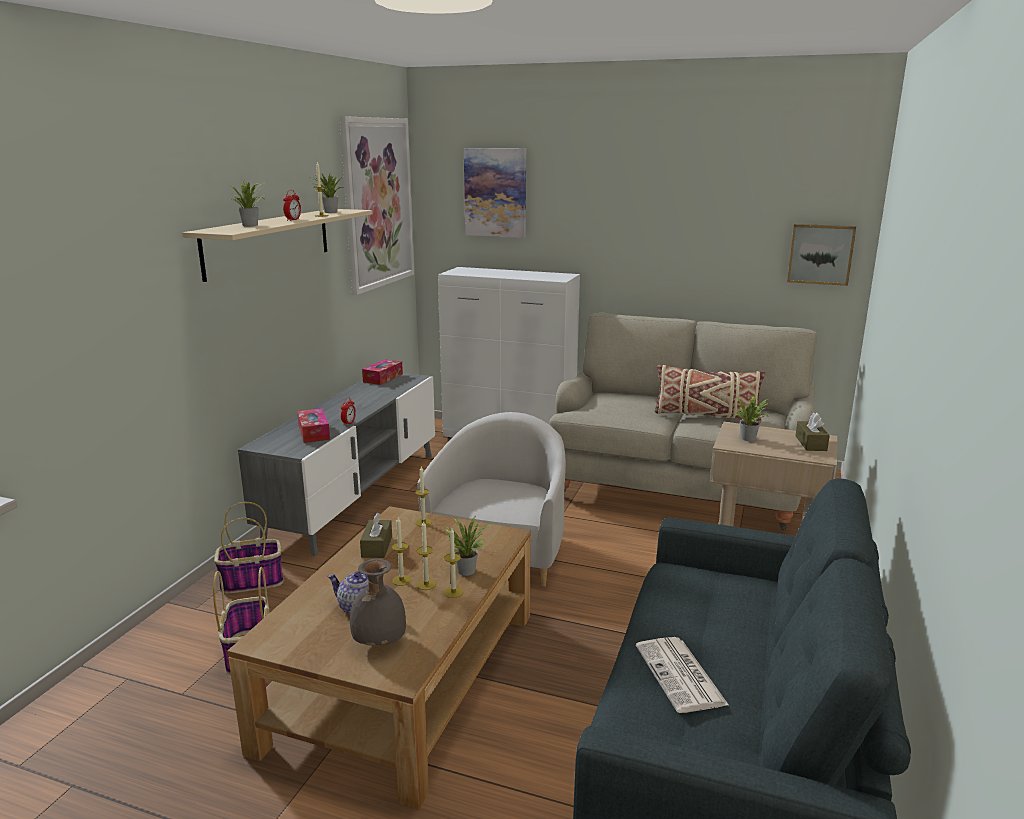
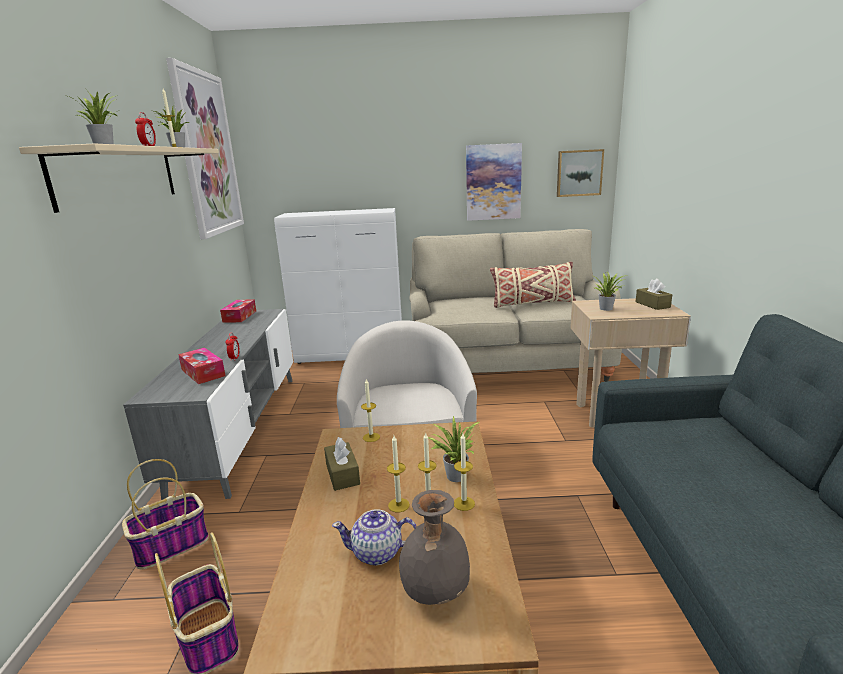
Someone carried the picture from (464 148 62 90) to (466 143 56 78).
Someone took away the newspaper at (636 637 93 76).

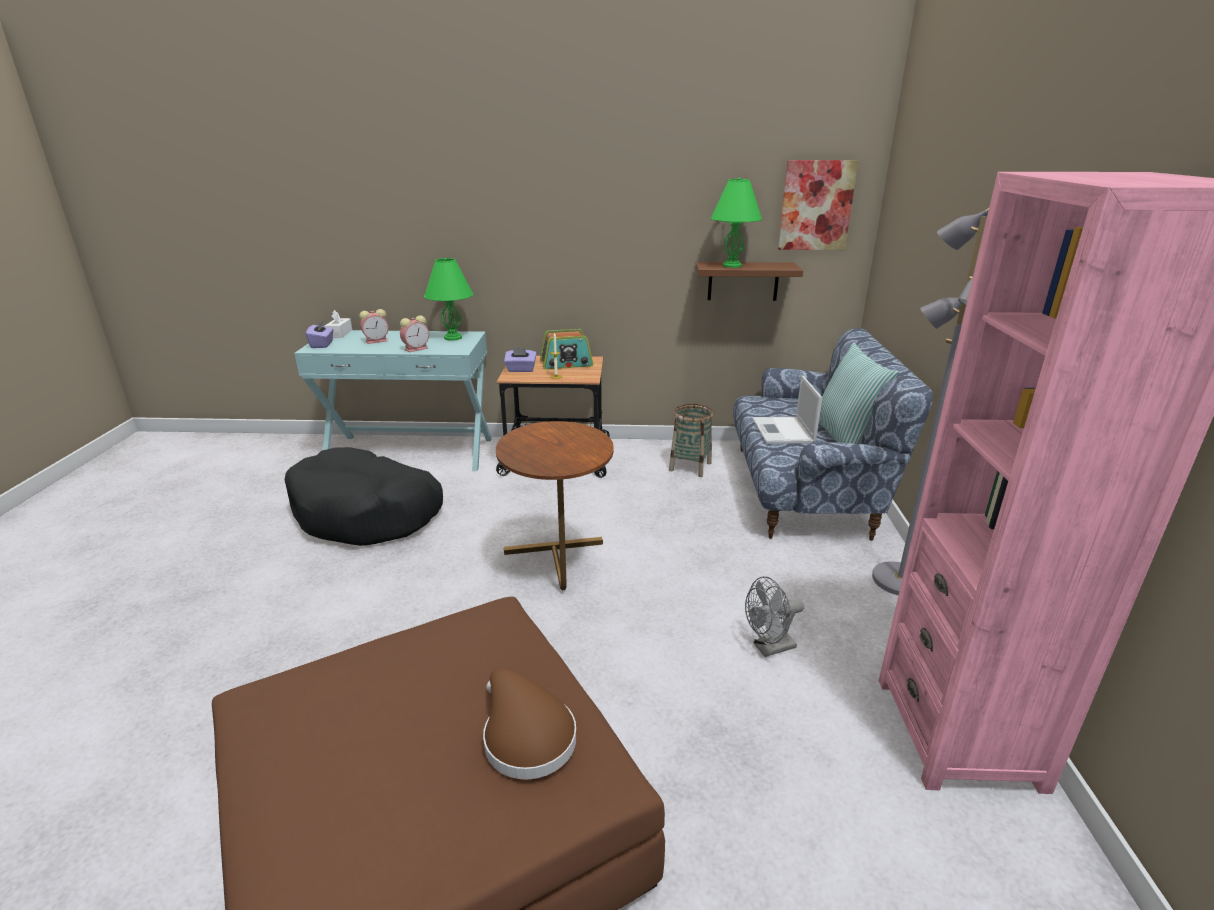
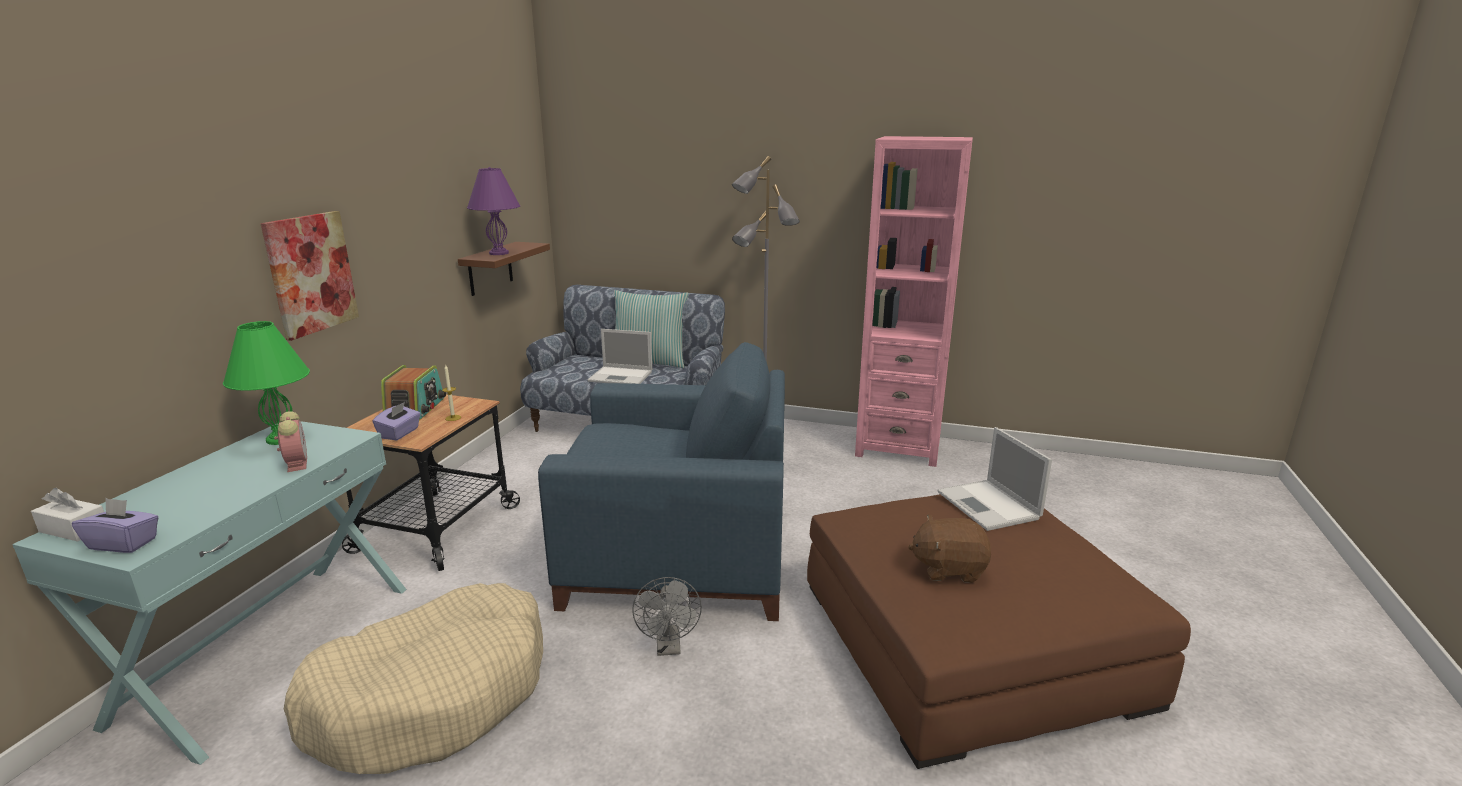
Someone repainted the black dog bed at (284 447 159 99), which became the beige dog bed at (284 583 259 191).
Someone took away the alarm clock at (359 309 30 35).
Someone swapped the brown hat at (483 668 94 111) for the laptop at (938 427 114 104).
Someone swapped the brown side table at (496 421 118 169) for the blue armchair at (538 342 247 279).
Someone took away the basket at (669 404 44 73).
Someone repainted the green table lamp at (710 178 52 90), which became the purple table lamp at (467 167 53 88).
Someone carried the grey fan from (745 576 59 81) to (632 577 70 79).
Someone carried the picture from (778 160 80 90) to (261 211 98 130).
Someone put down the brown plush toy at (908 514 83 69).

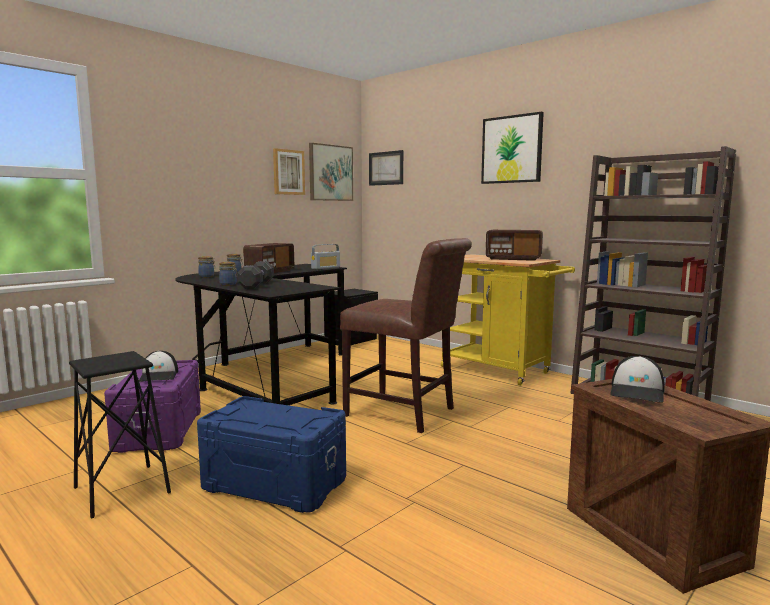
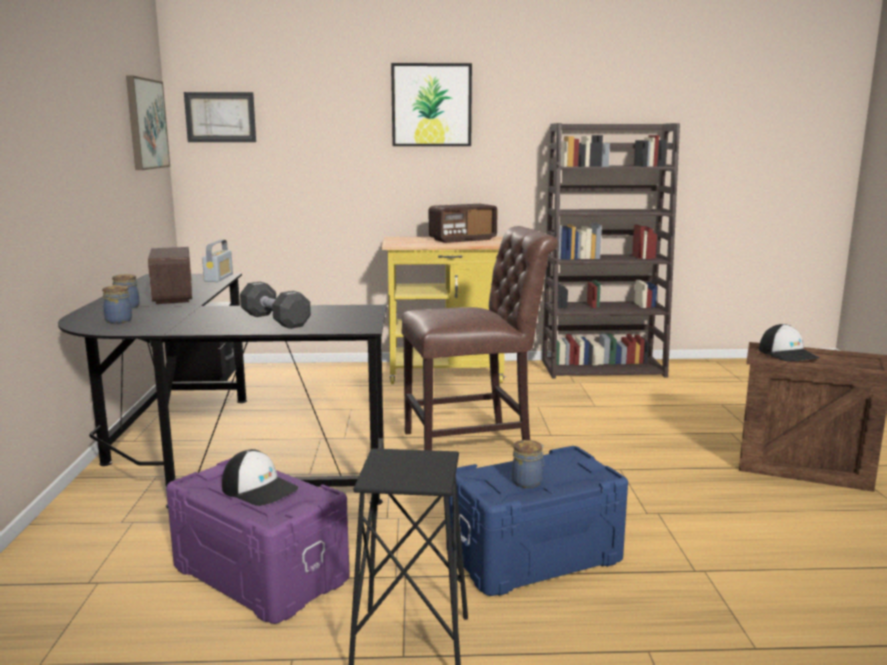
Someone carried the jar from (219 262 19 24) to (512 440 32 48).
Someone took away the picture at (273 148 32 47).

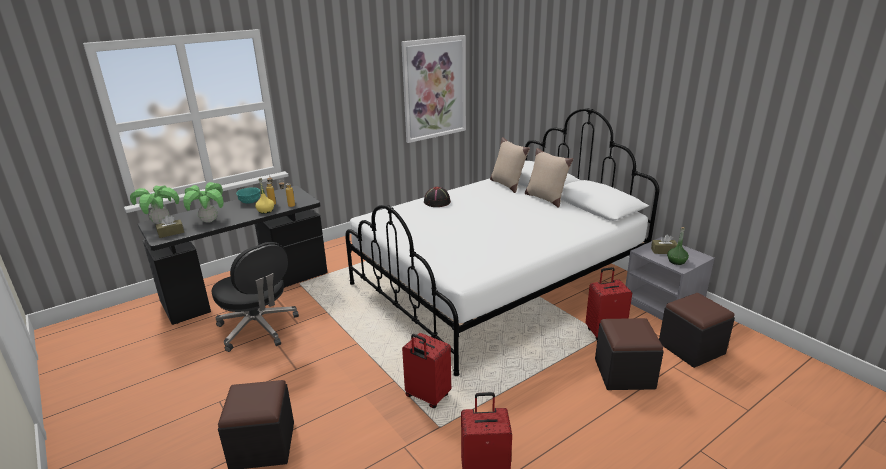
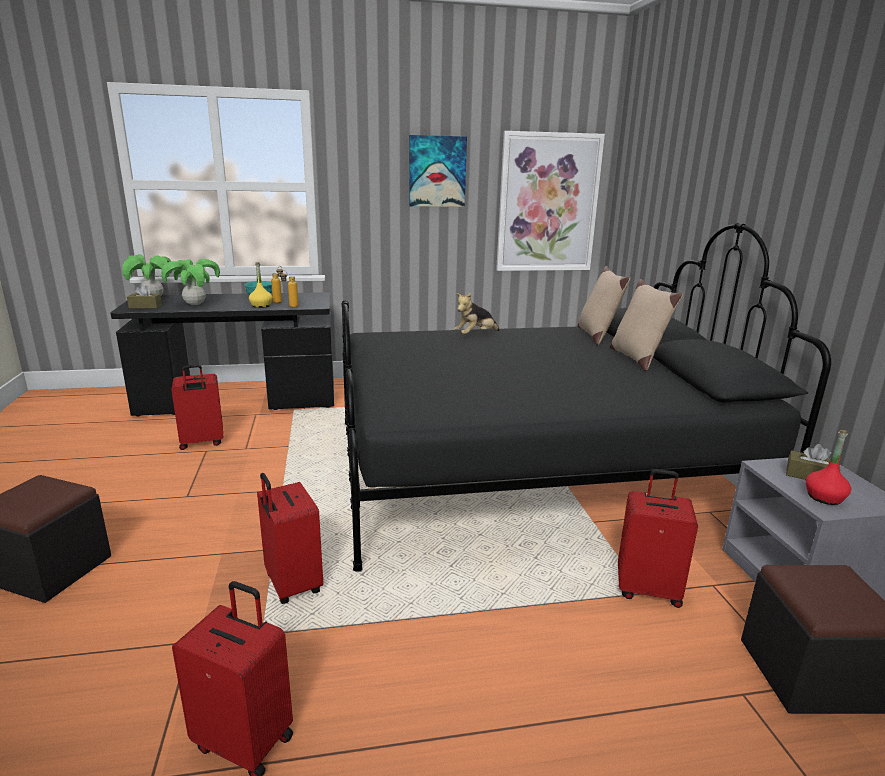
Someone swapped the black office chair at (212 242 87 110) for the red suitcase at (172 365 51 85).
Someone repainted the white bed at (345 108 314 268), which became the black bed at (341 223 490 349).
Someone swapped the black hat at (424 187 27 20) for the plush toy at (454 293 46 41).
Someone took away the black ottoman at (595 318 69 72).
Someone repainted the green bottle at (667 227 22 38), which became the red bottle at (805 430 46 75).
Someone put up the picture at (409 135 58 72).

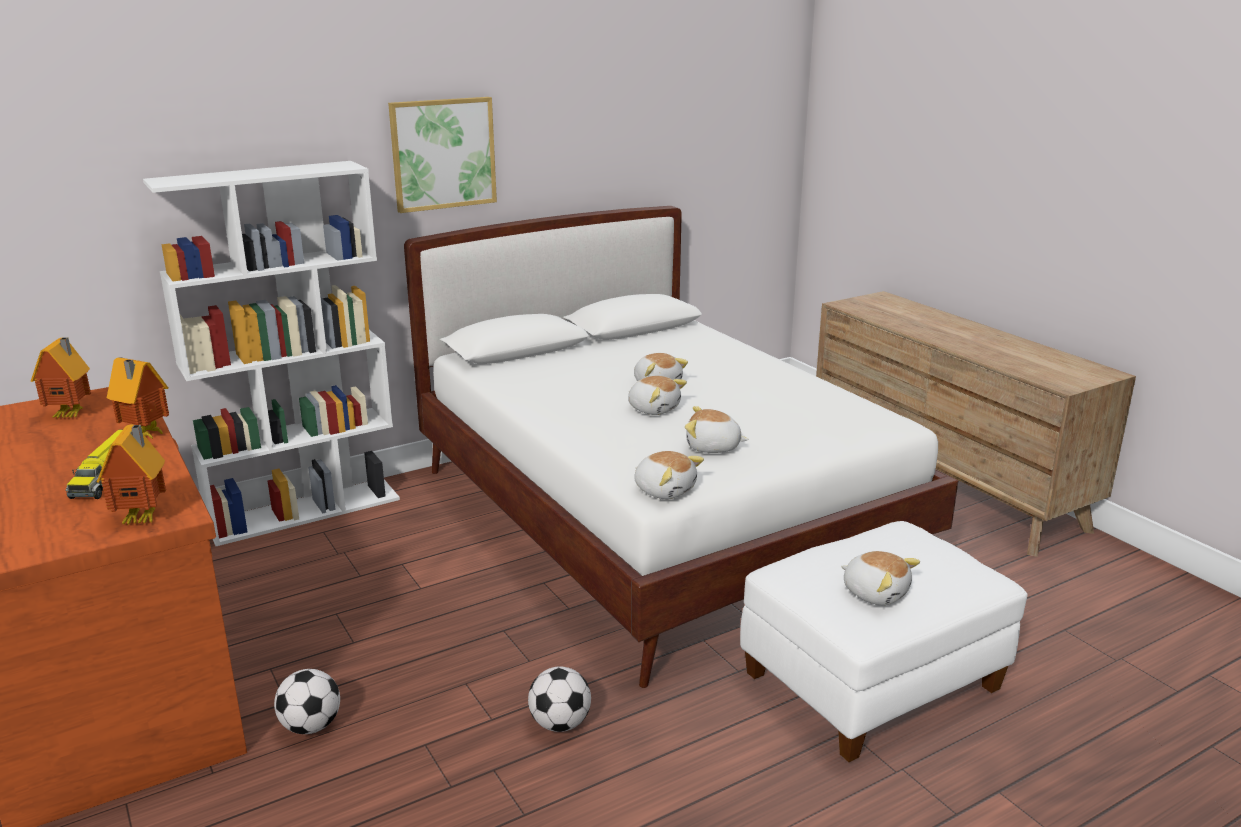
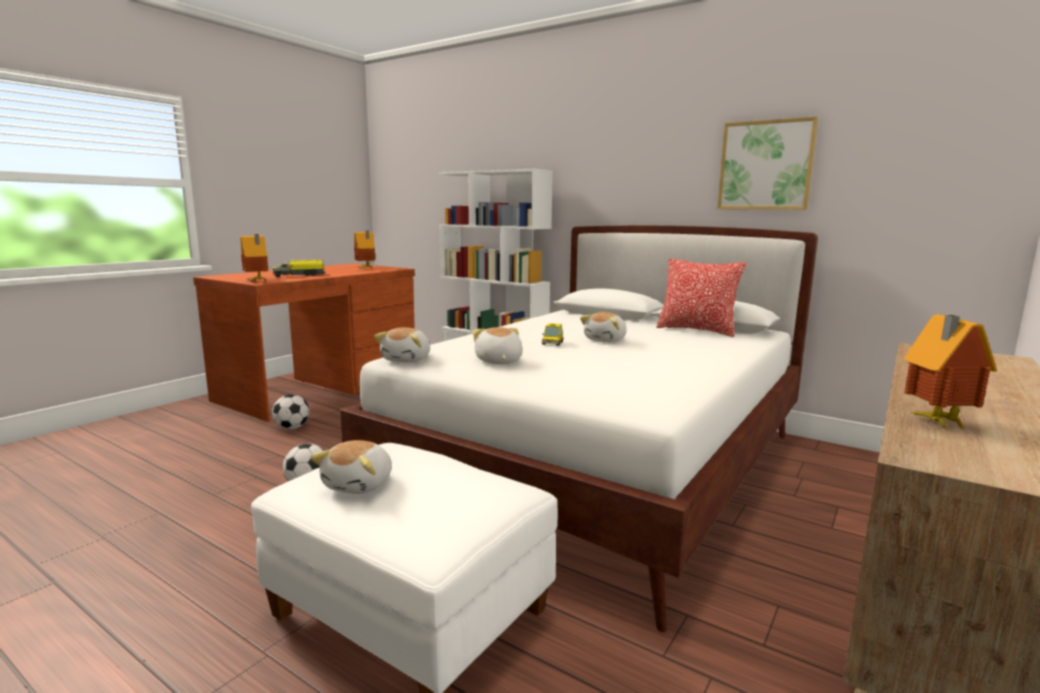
Someone carried the toy house from (107 357 62 82) to (904 314 93 116).
Someone carried the picture from (388 97 109 116) to (717 116 101 94).
Someone swapped the plush toy at (628 376 59 39) for the toy car at (542 323 21 23).
Someone put down the pillow at (657 259 90 78).

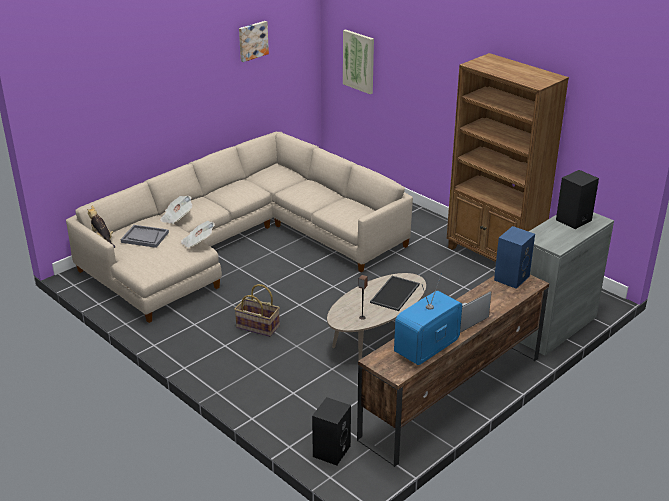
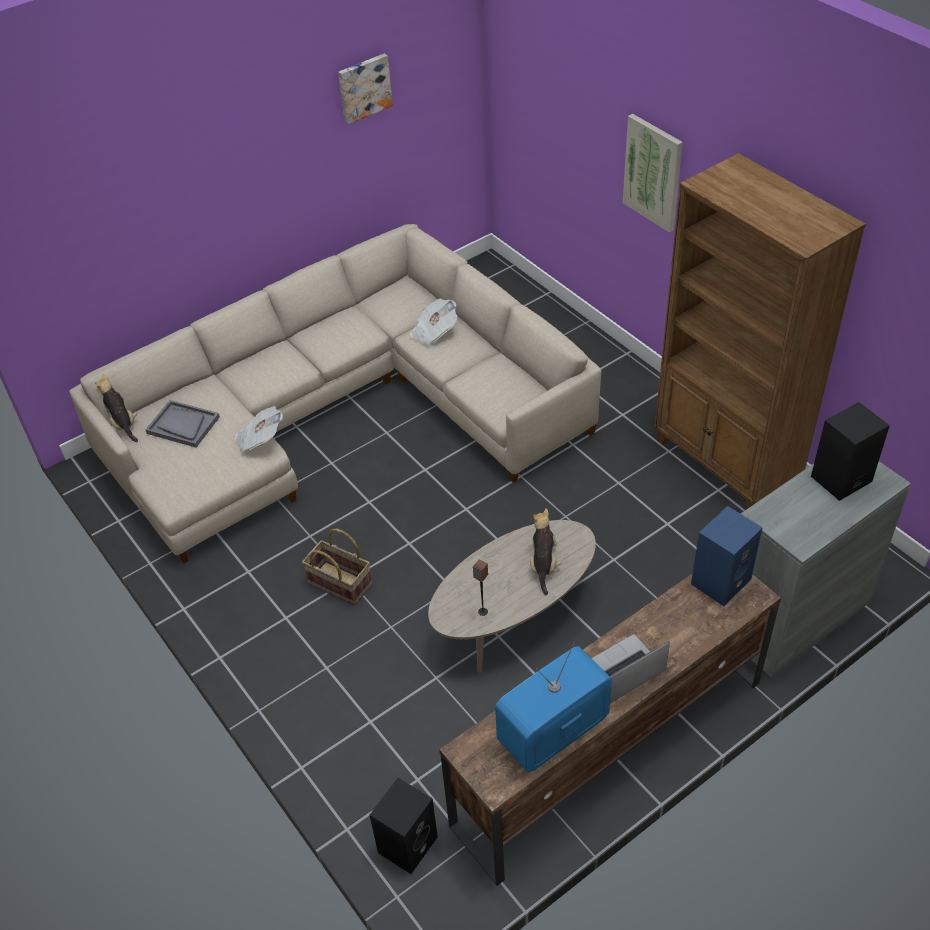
Someone carried the newspaper from (160 196 32 28) to (409 298 48 47).
Someone carried the picture from (343 29 31 65) to (623 114 60 119).
Someone swapped the tray at (370 276 50 35) for the plush toy at (530 508 32 87).

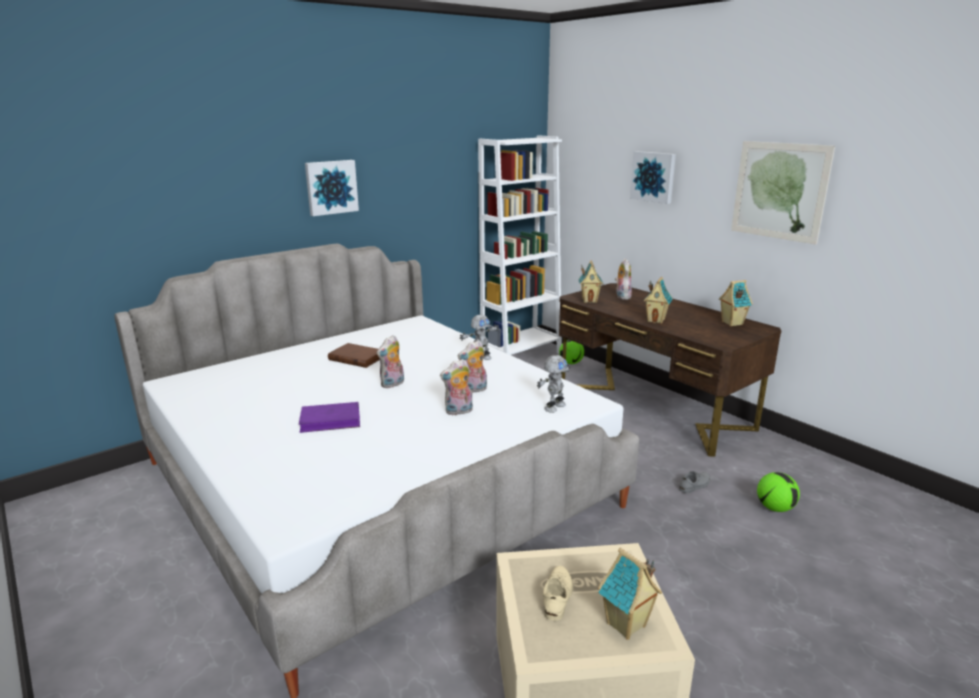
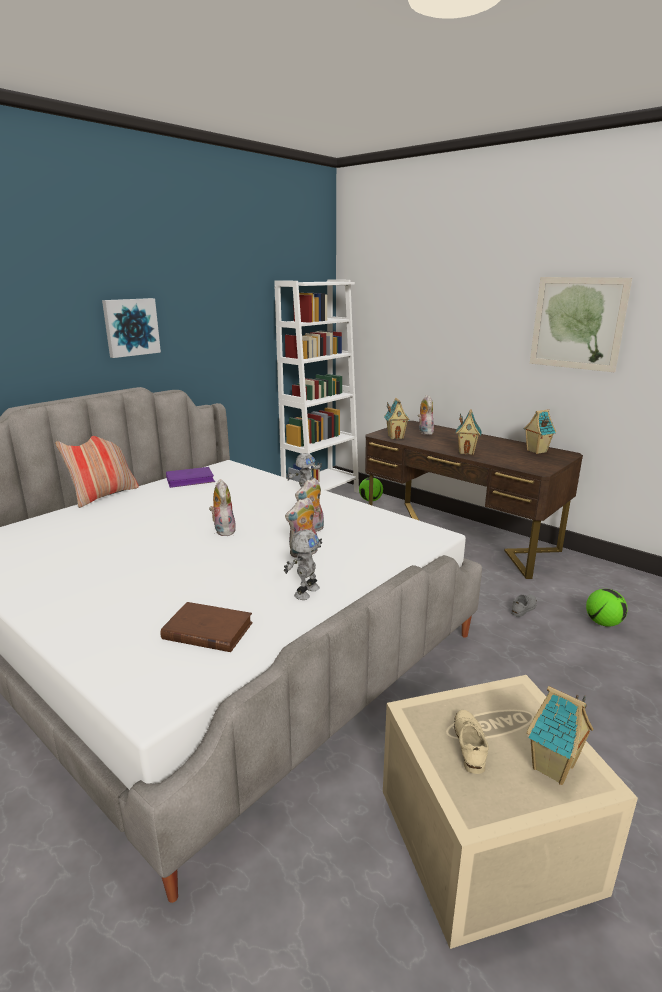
Someone carried the purple book from (299 402 61 31) to (166 467 49 21).
Someone carried the brown book from (328 343 52 25) to (160 602 93 50).
Someone rotated the plush toy at (377 335 27 53) by 135 degrees clockwise.
Someone carried the toy robot from (537 355 33 58) to (284 529 38 71).
Someone took away the picture at (630 151 46 53).
Someone put down the pillow at (55 436 84 72).

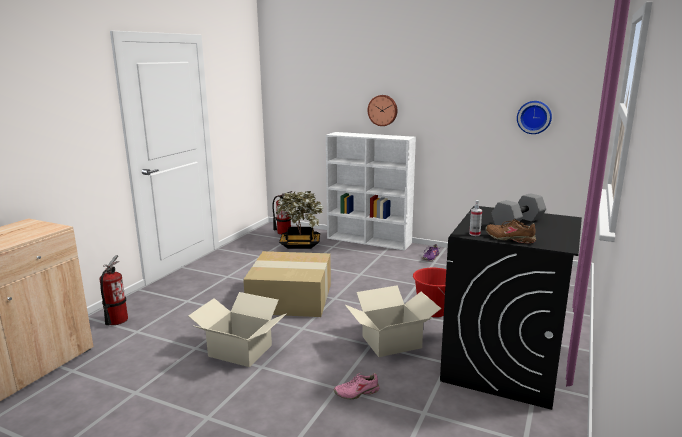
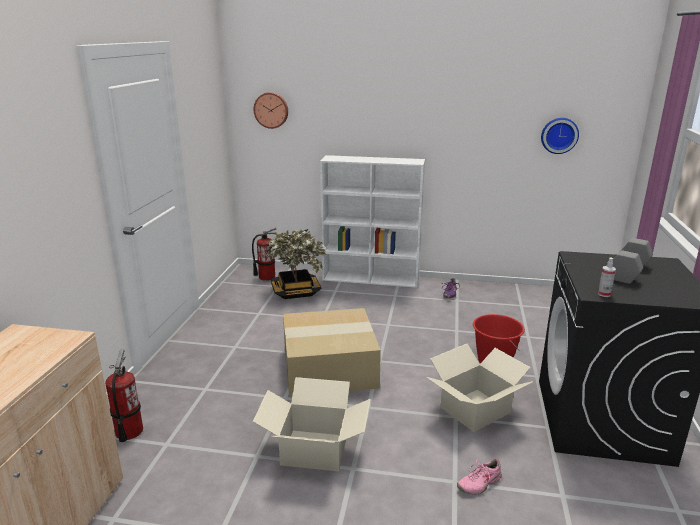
Someone carried the wall clock from (367 95 30 31) to (254 92 34 37).
Someone took away the brown shoe at (486 219 50 24).

